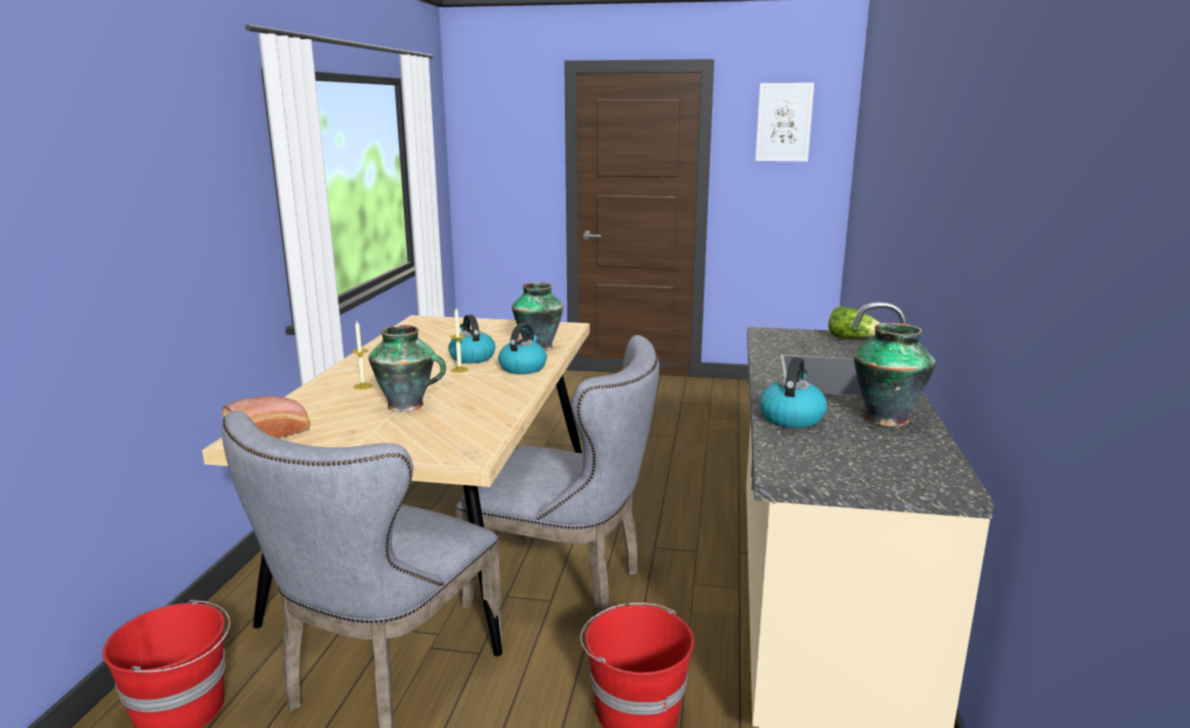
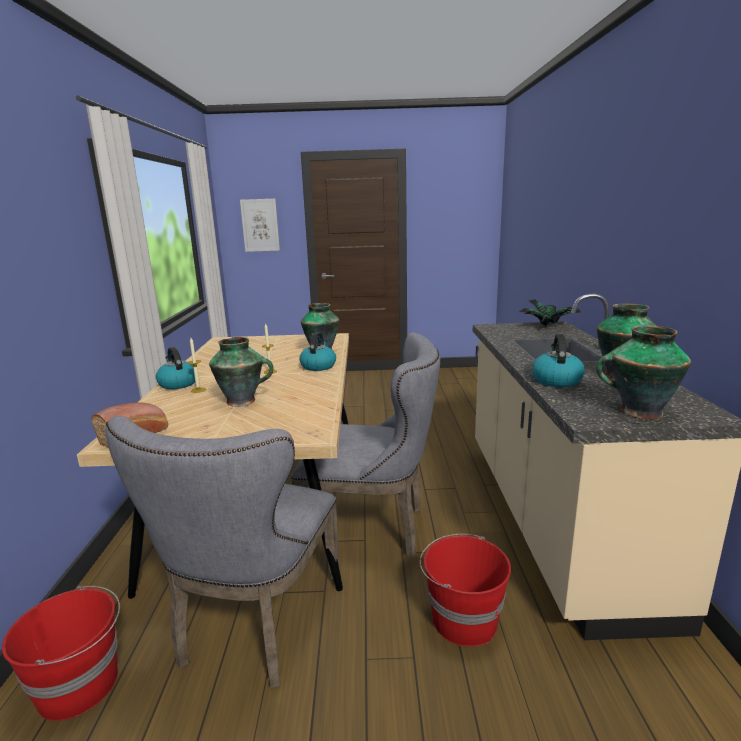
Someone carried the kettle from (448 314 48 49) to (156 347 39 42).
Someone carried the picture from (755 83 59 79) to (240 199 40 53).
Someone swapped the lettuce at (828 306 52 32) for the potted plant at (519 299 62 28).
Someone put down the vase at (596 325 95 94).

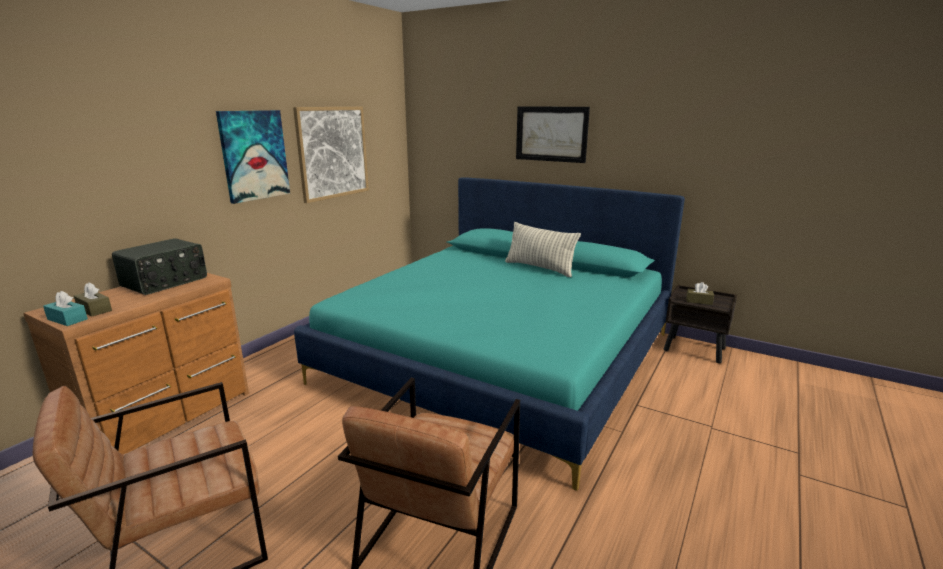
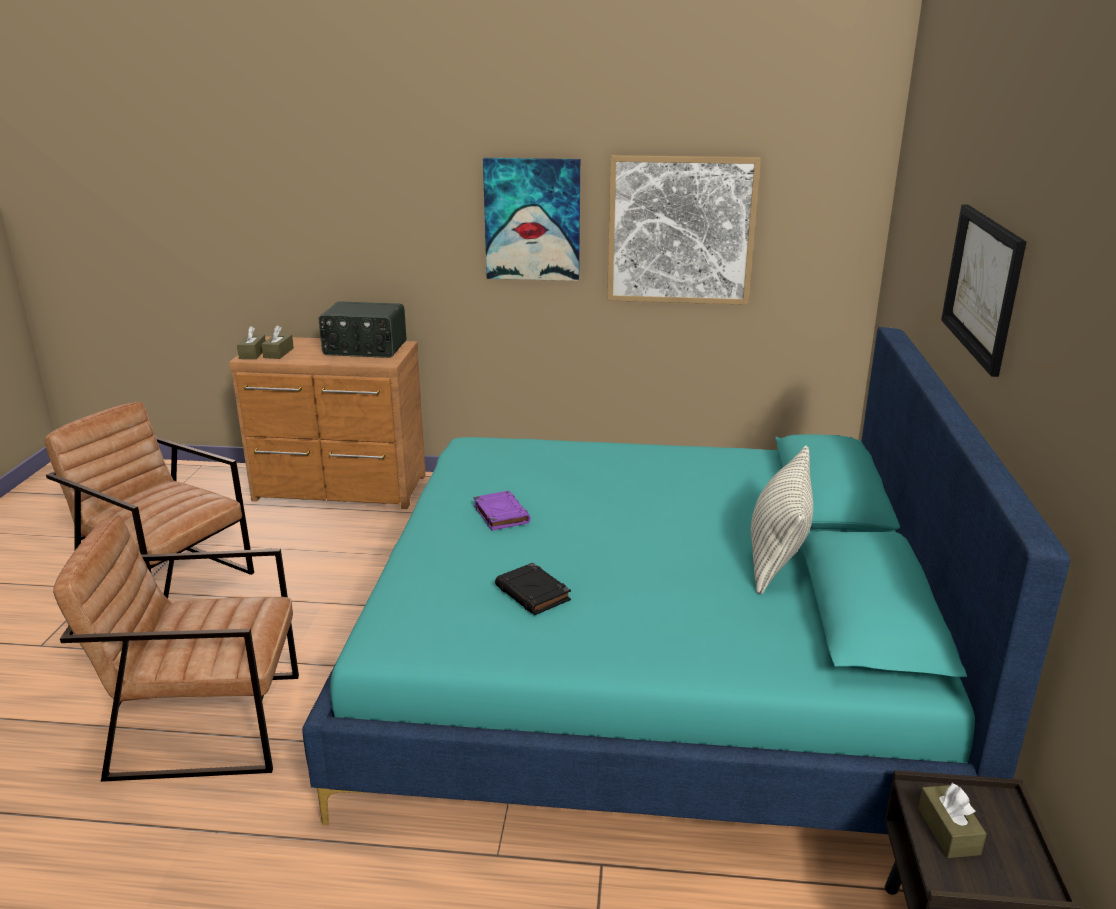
Someone repainted the turquoise tissue box at (43 291 45 35), which became the brown tissue box at (237 326 29 33).
Someone put down the purple book at (473 491 58 40).
Someone put down the black book at (495 563 76 52).

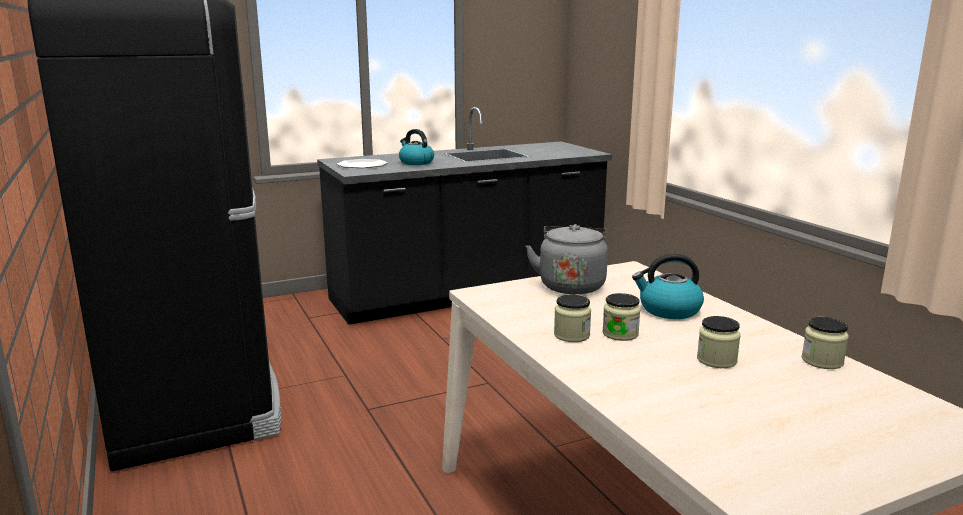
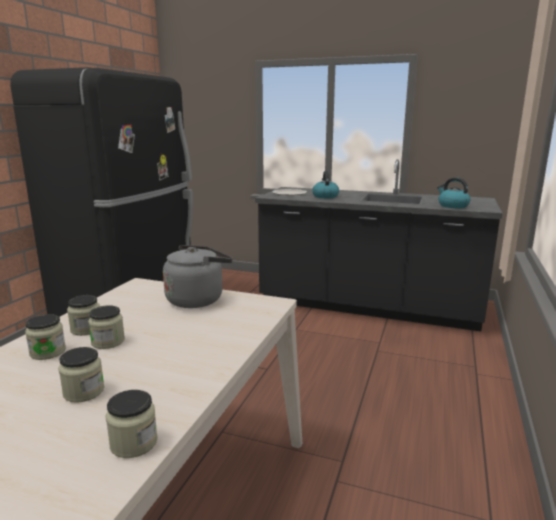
Someone carried the kettle from (632 254 72 65) to (437 177 34 31).
Someone put down the jar at (25 314 41 46).

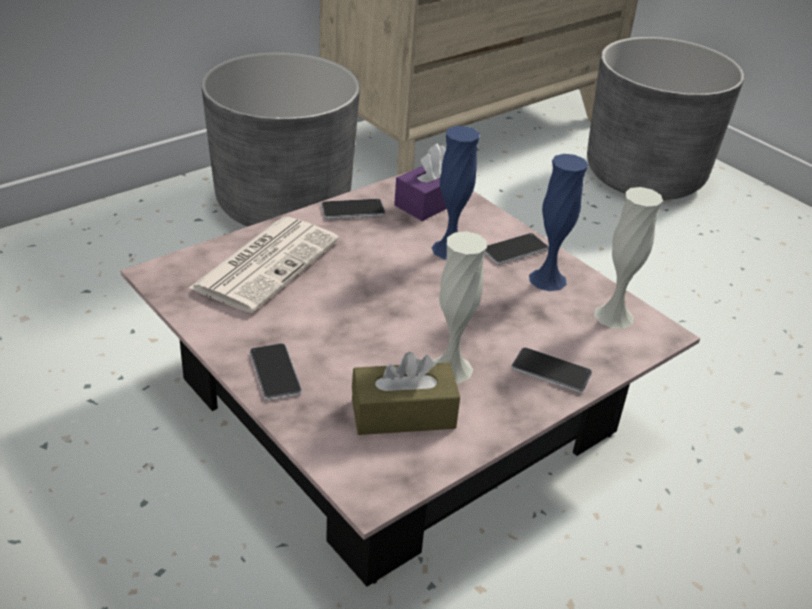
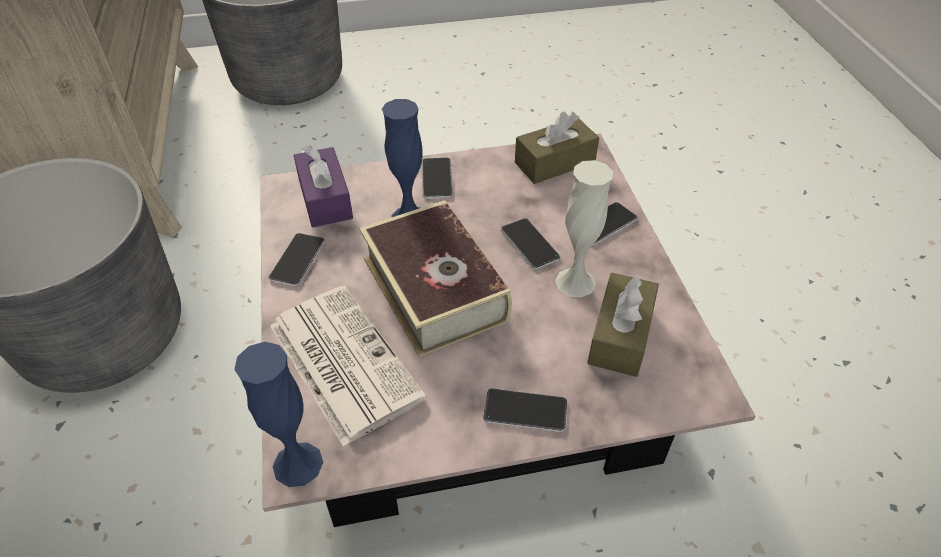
Someone carried the blue vase from (529 154 59 137) to (234 342 89 145).
Someone swapped the white vase at (594 187 69 142) for the brown tissue box at (515 112 84 72).
Someone put down the book at (359 200 153 157).
Someone put down the phone at (501 218 59 51).

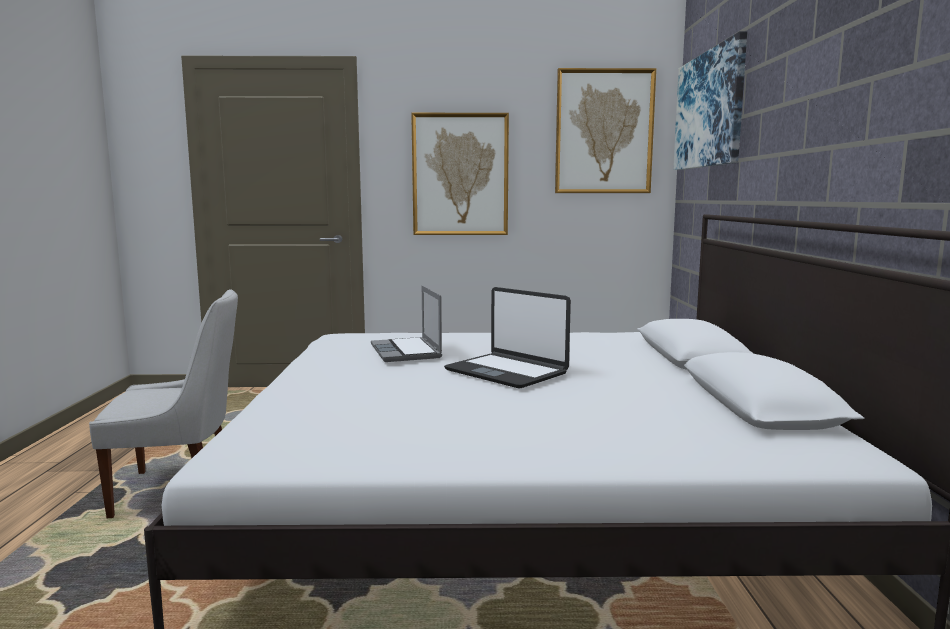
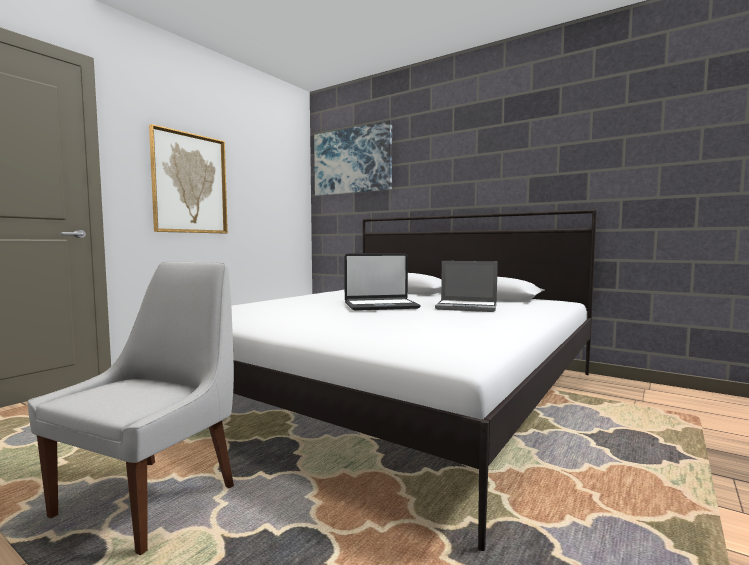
Someone carried the laptop from (371 285 71 77) to (435 261 63 51).
Someone took away the picture at (555 68 101 125).

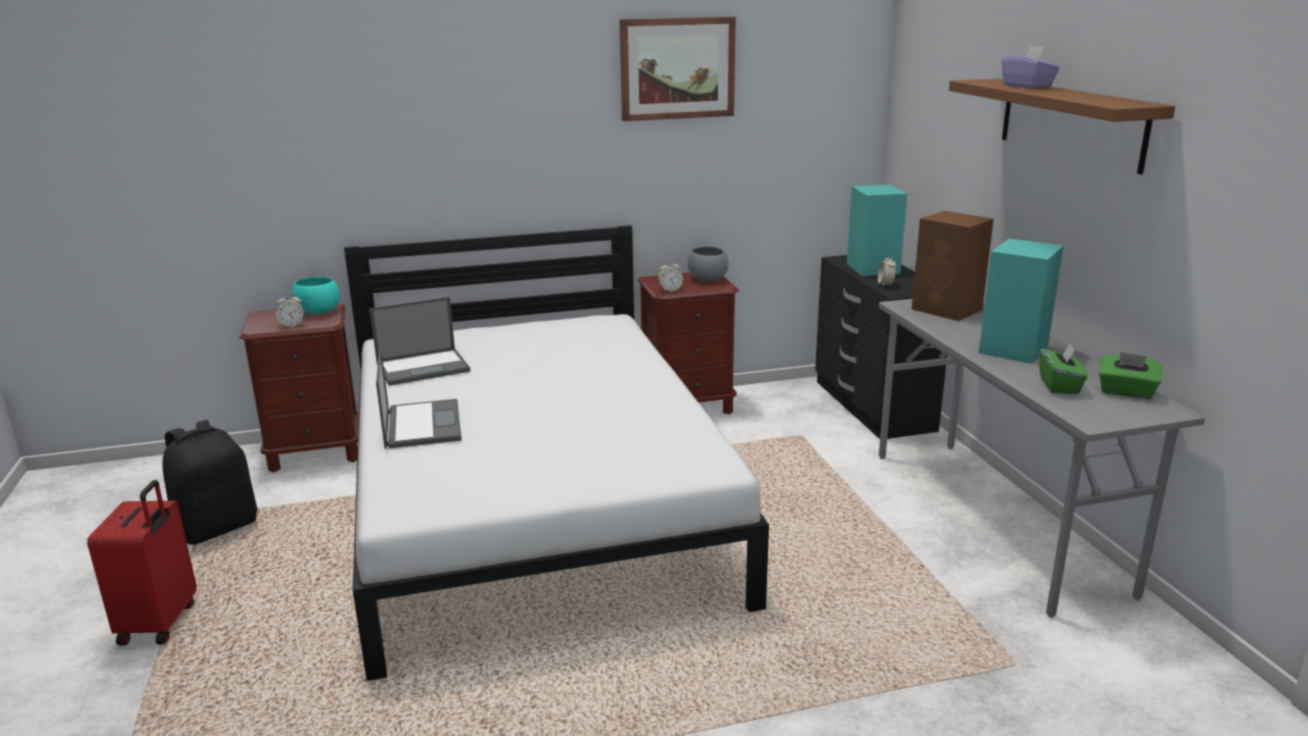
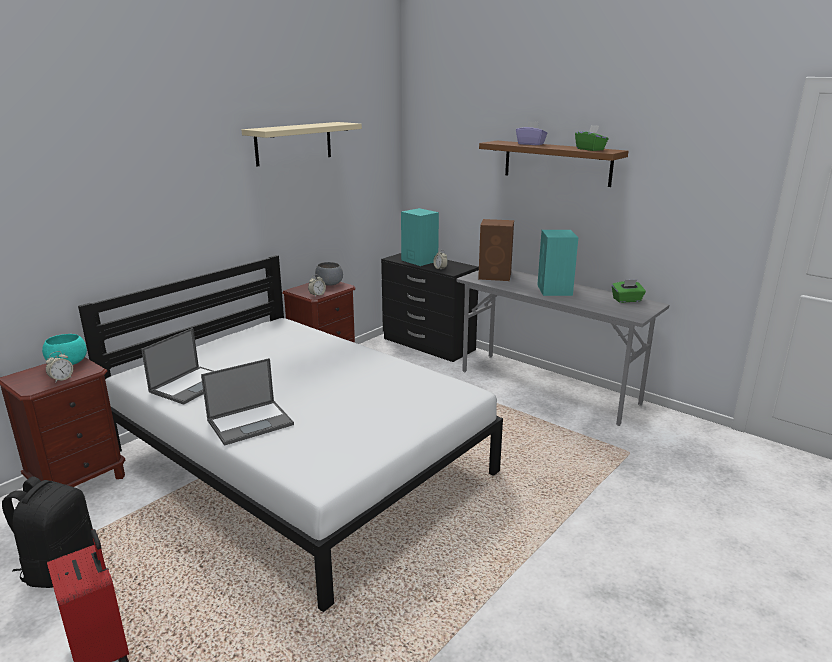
Someone rotated the laptop at (376 348 86 101) by 105 degrees clockwise.
Someone swapped the picture at (619 17 117 104) for the beige shelf at (242 122 120 44).
Someone carried the green tissue box from (1039 343 49 51) to (575 125 33 26).

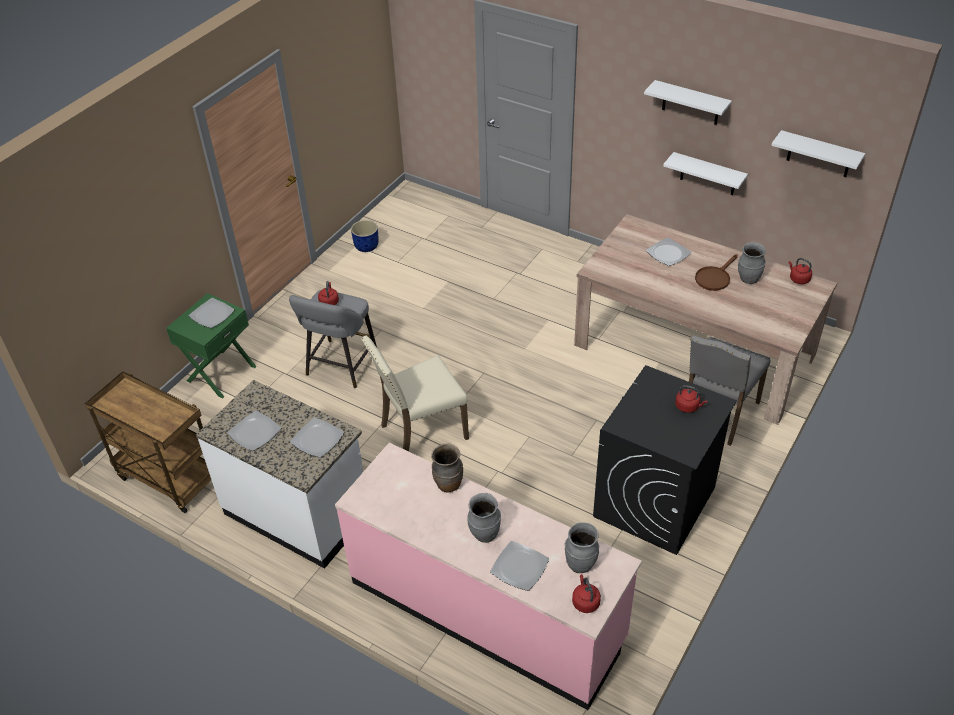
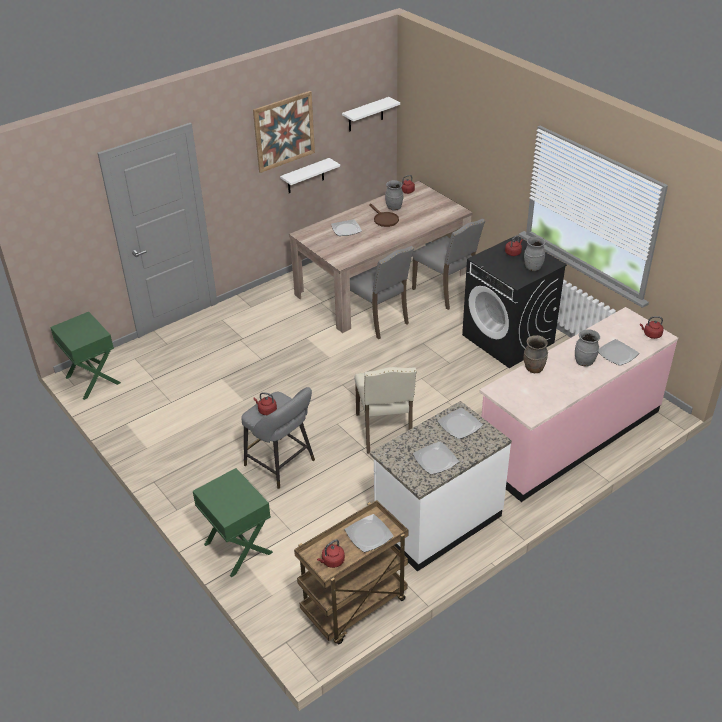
Someone carried the plate from (189 298 46 30) to (345 514 49 38).
Someone took away the blue planter at (351 220 28 32).
Someone carried the grey vase from (565 522 34 51) to (524 237 22 34).
Someone swapped the white shelf at (644 80 88 45) for the picture at (253 91 62 82).
Someone put down the green nightstand at (50 312 71 88).
Someone put down the red kettle at (317 539 28 29).
Someone put down the grey chair at (350 246 64 93).

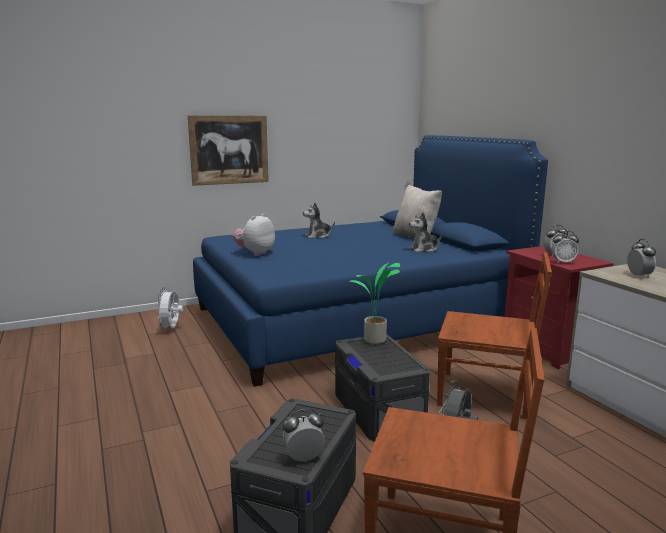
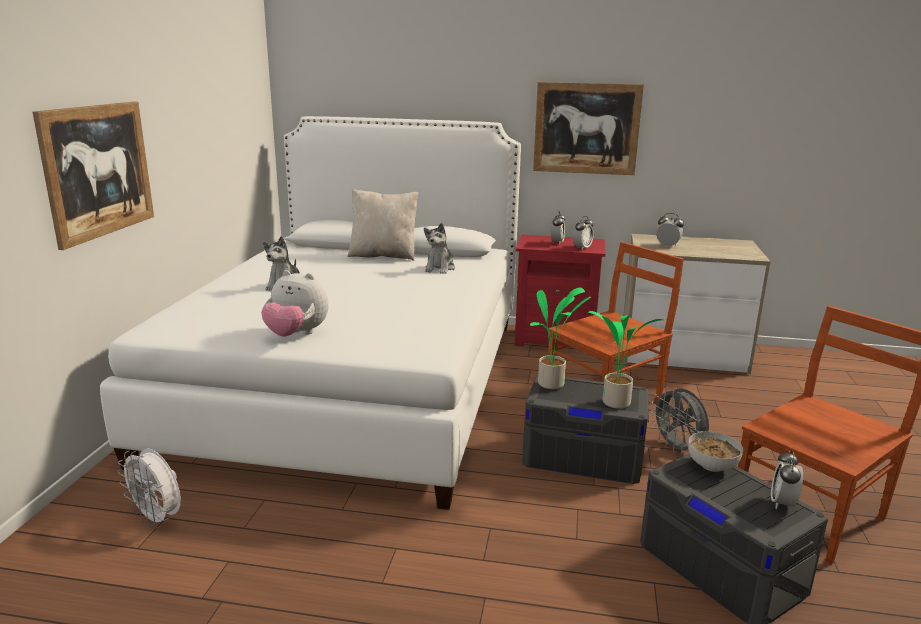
Someone repainted the blue bed at (193 135 355 252), which became the white bed at (100 116 421 394).
Someone rotated the plush toy at (233 213 42 43) by 45 degrees counterclockwise.
Someone put up the picture at (533 82 111 93).
Someone put down the potted plant at (588 311 75 98).
Someone put down the bowl at (688 432 55 40).

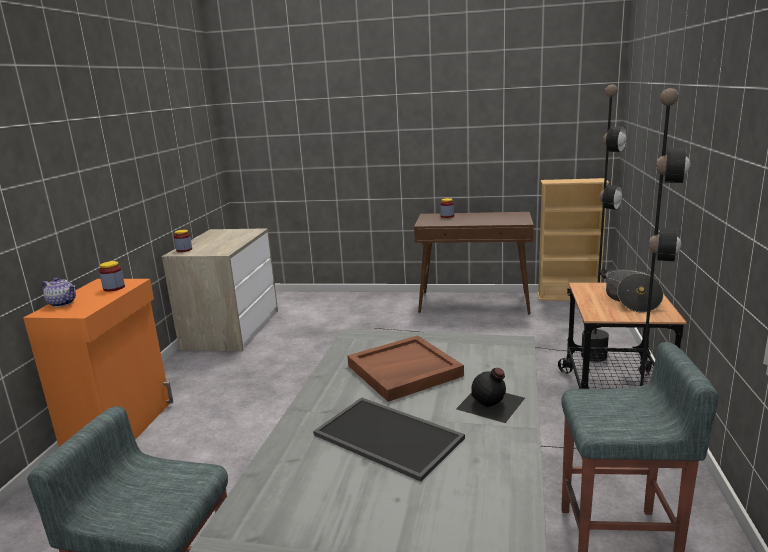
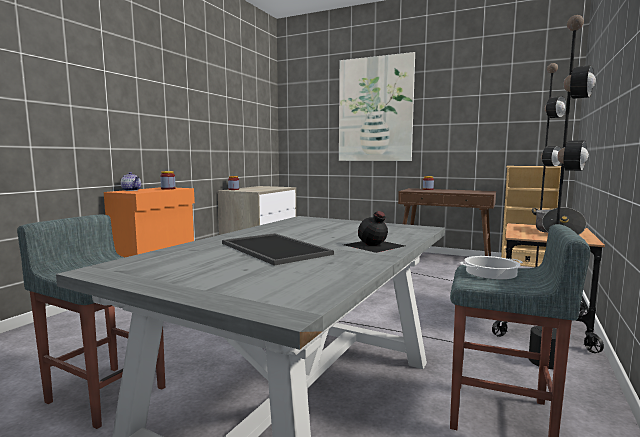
Someone took away the brown tray at (347 335 117 67).
Someone put up the picture at (339 52 76 109).
Someone put down the cooking pot at (460 256 63 23).

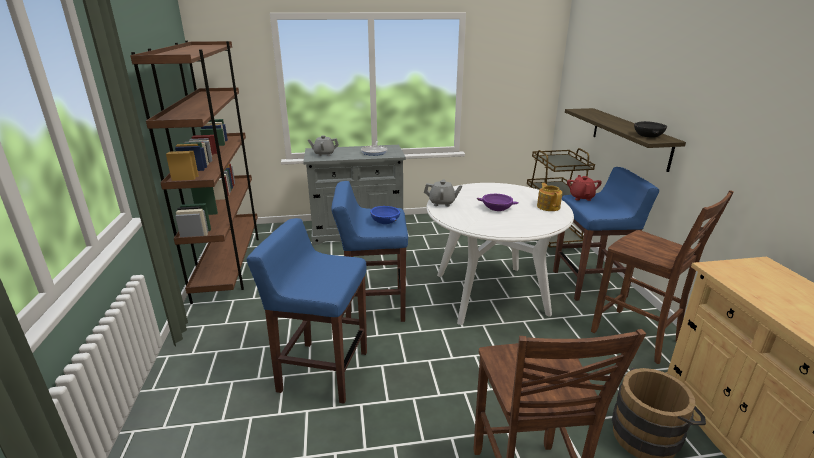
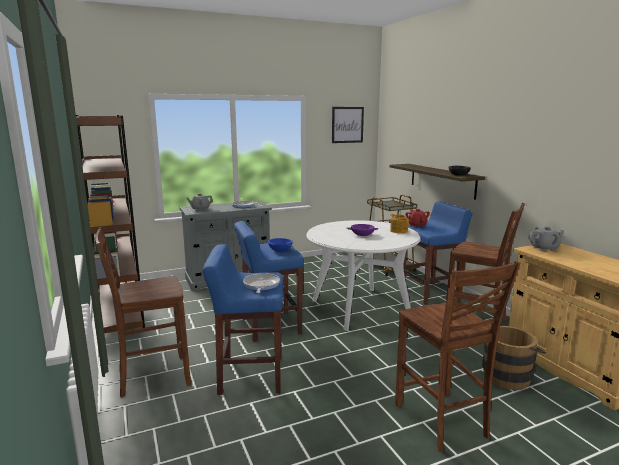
Someone carried the grey teapot from (424 179 38 28) to (528 226 36 26).
Someone put down the brown chair at (95 227 96 171).
Someone put down the frying pan at (243 273 37 21).
Someone put up the picture at (332 107 32 36).

